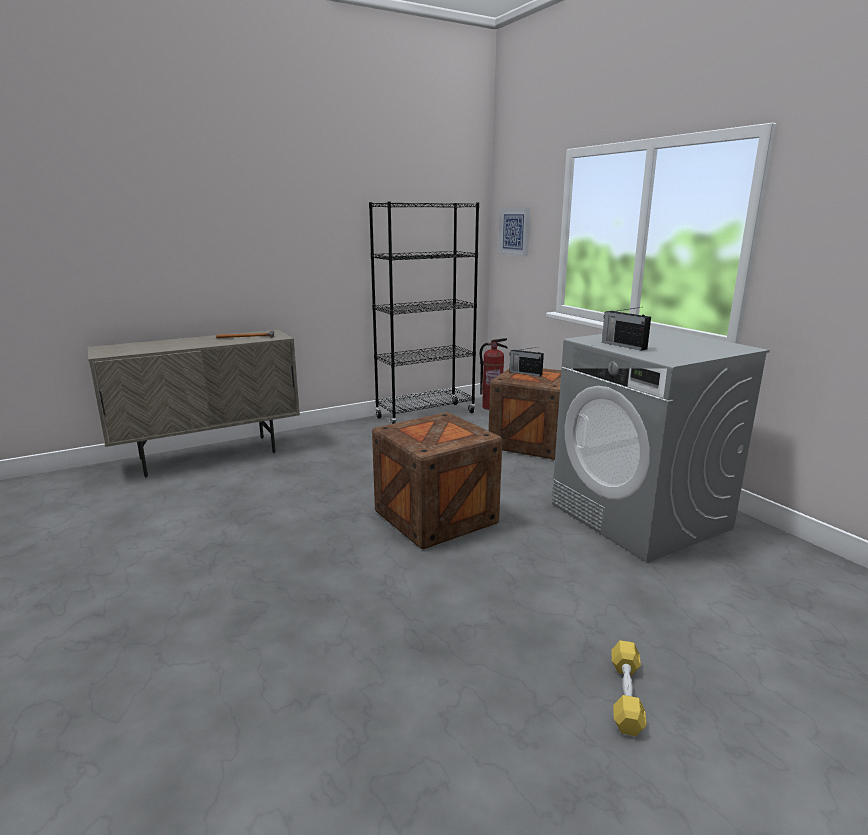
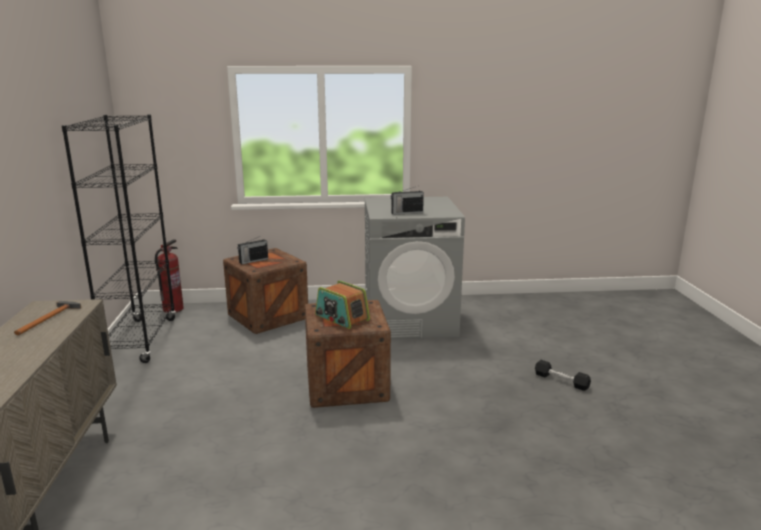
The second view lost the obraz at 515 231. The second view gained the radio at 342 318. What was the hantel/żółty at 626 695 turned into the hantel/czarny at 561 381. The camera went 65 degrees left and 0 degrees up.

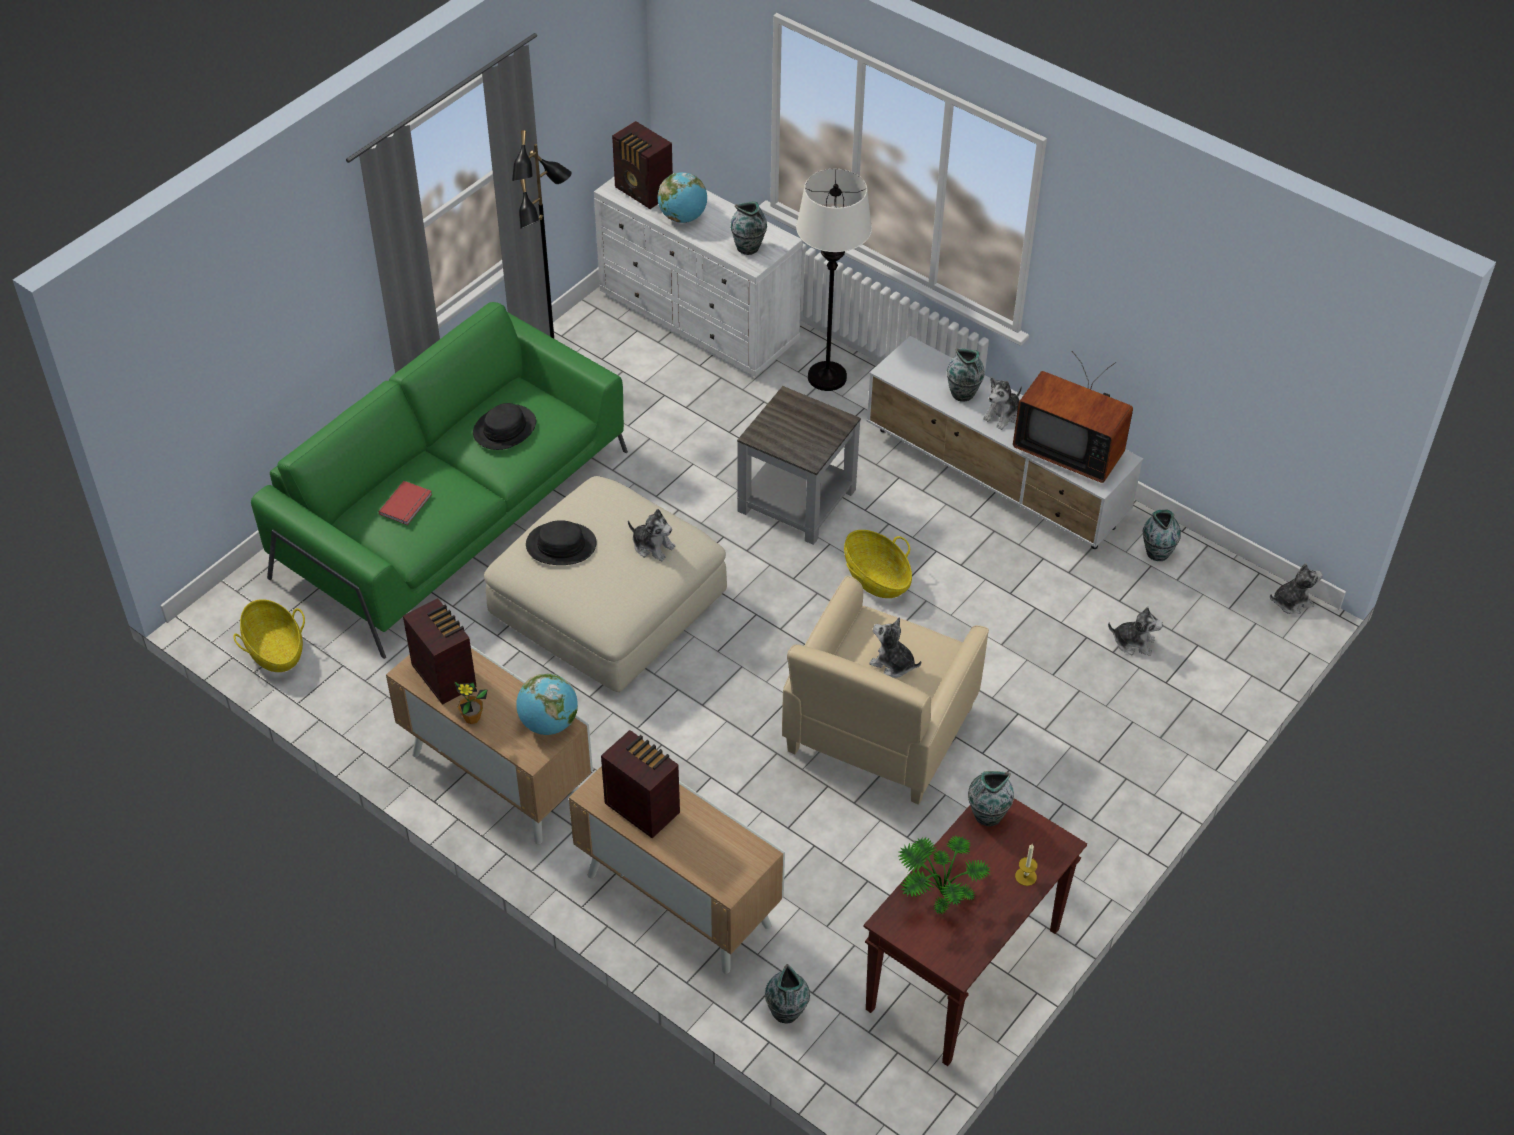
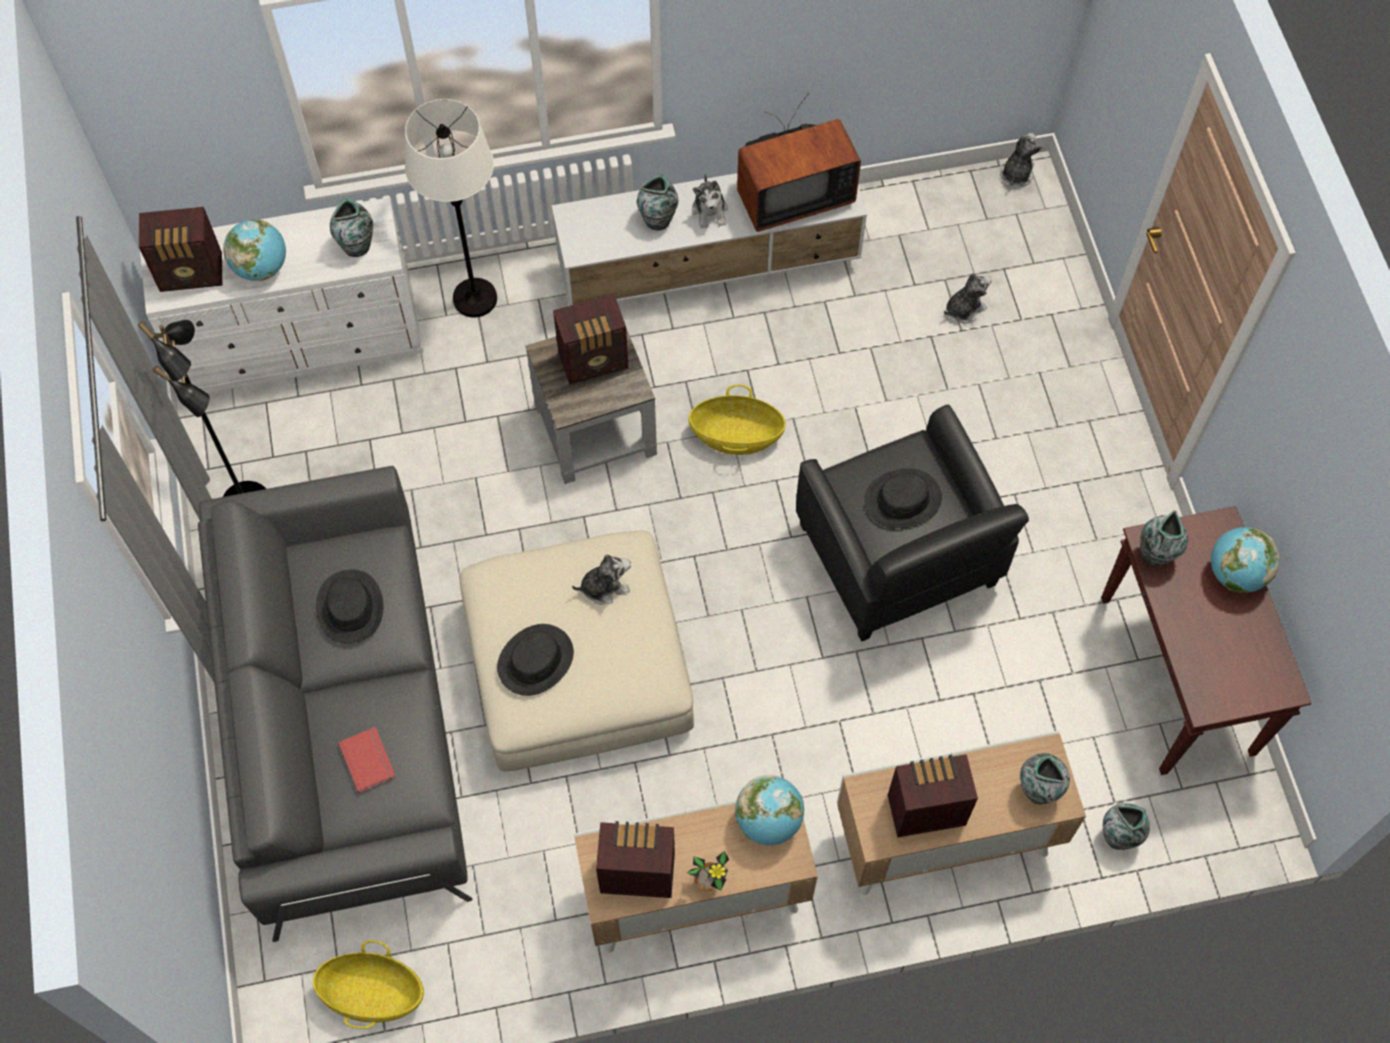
The second view lost the roślina doniczkowa at 937 891. The second view gained the radio at 595 361. The wazon ended up elsewhere, having gone from 1157 552 to 1038 789. Where the pluszak stood at 892 664, the kapelusz/czarny came to stand at 903 500. Where the świeca stood at 1025 876, the globus came to stand at 1235 573. What was the kanapa/zielony at 452 513 turned into the kanapa/szary at 345 719. What was the fotel/beżowy at 878 731 turned into the fotel/czarny at 898 557. The camera went 50 degrees left and 15 degrees up.

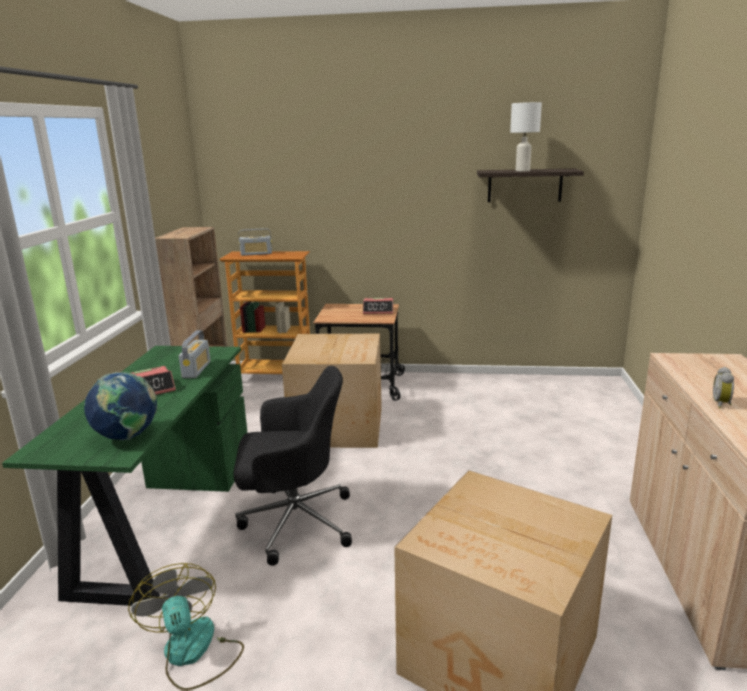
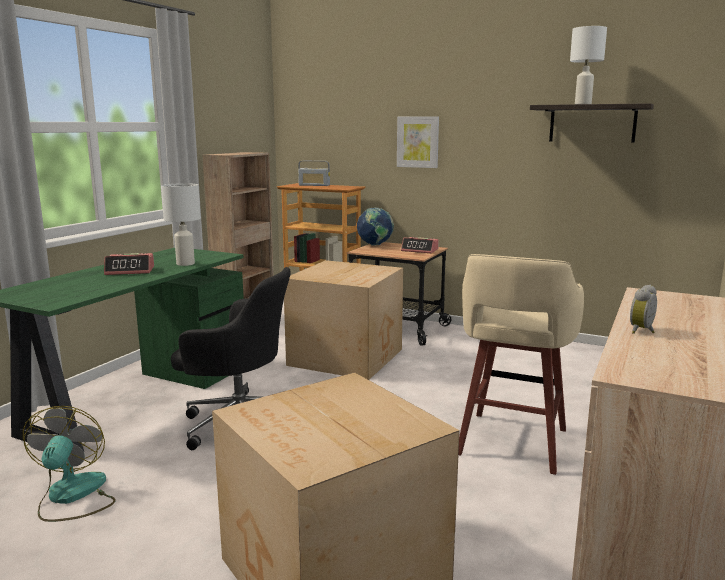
The second view gained the obraz at 418 142. The second view gained the stołek/beżowy at 511 443. The globus ended up elsewhere, having gone from 127 437 to 375 245. Where the radio stood at 196 370, the lampa stołowa/biały came to stand at 185 263. The camera went 20 degrees right and 5 degrees down.

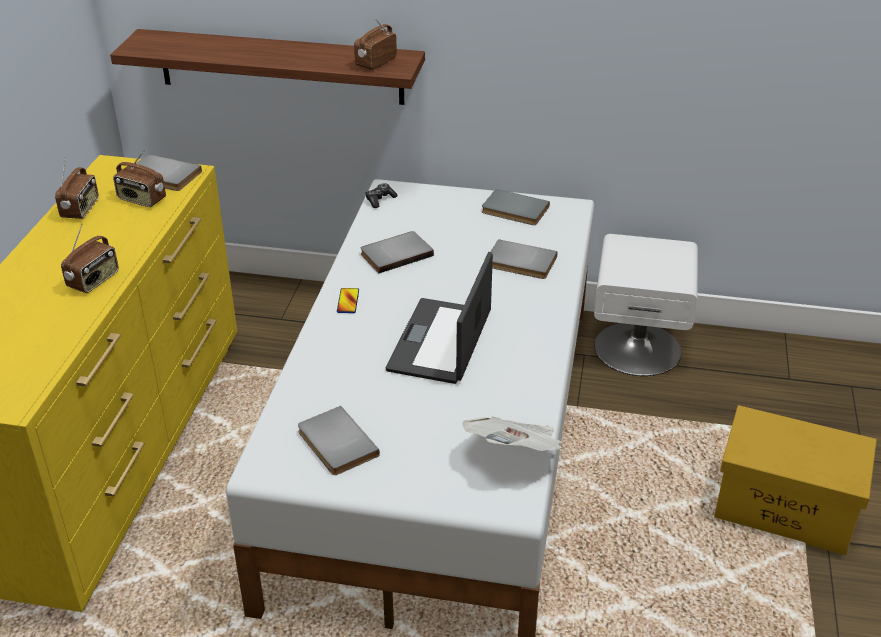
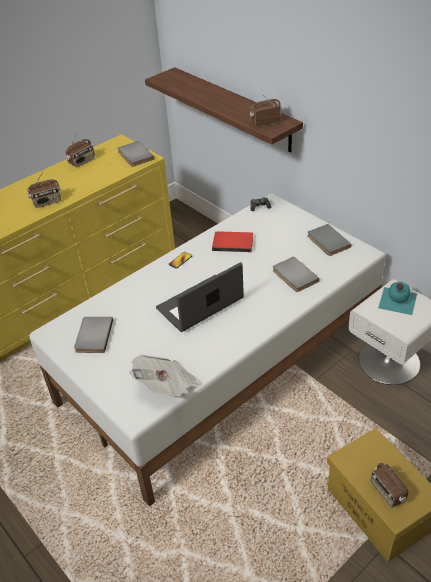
The second view gained the butelka/turkusowy at 397 301. The radio ended up elsewhere, having gone from 141 200 to 387 492. What was the książka/szary at 395 253 turned into the książka/czerwony at 233 242. The camera went 40 degrees right and 5 degrees up.

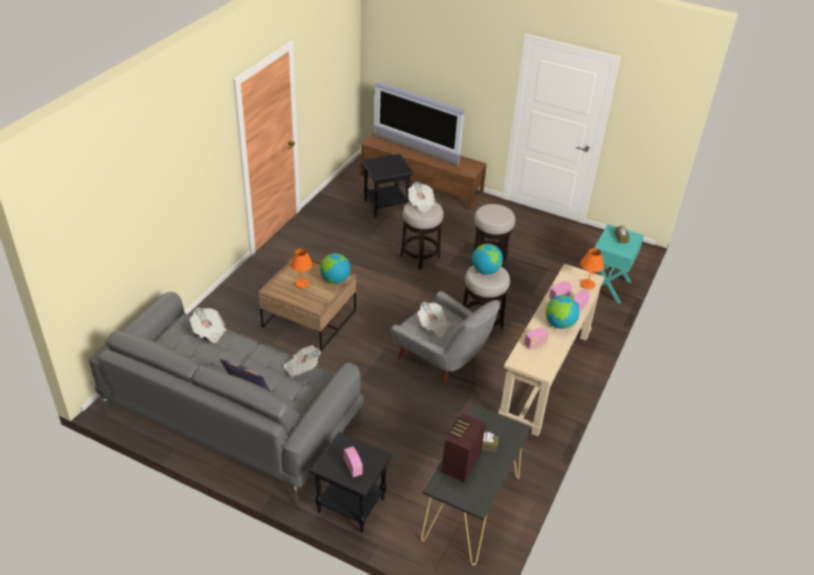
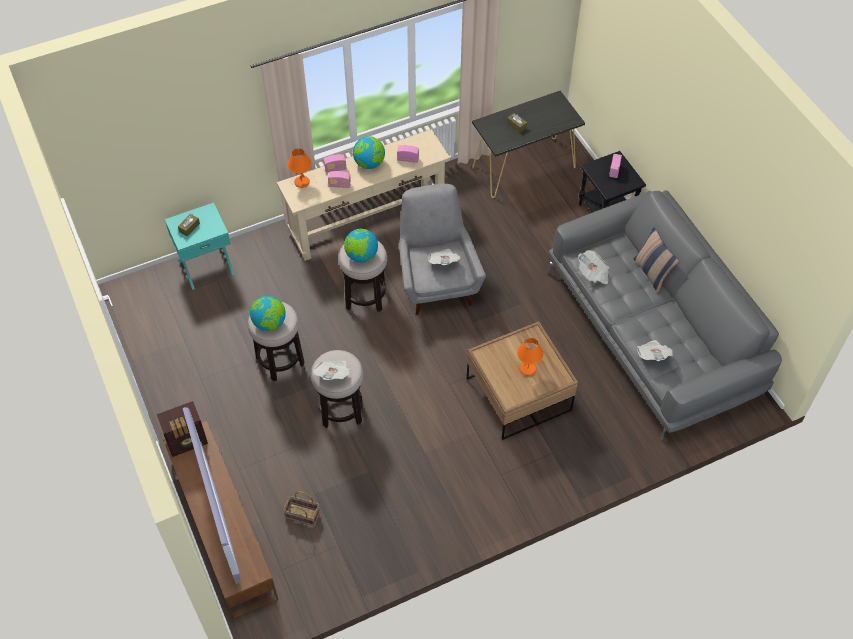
The globus ended up elsewhere, having gone from 335 280 to 269 323. The radio ended up elsewhere, having gone from 459 464 to 187 441. Where the stolik/czarny stood at 386 205, the koszyk came to stand at 301 515. The camera went 140 degrees left and 15 degrees up.

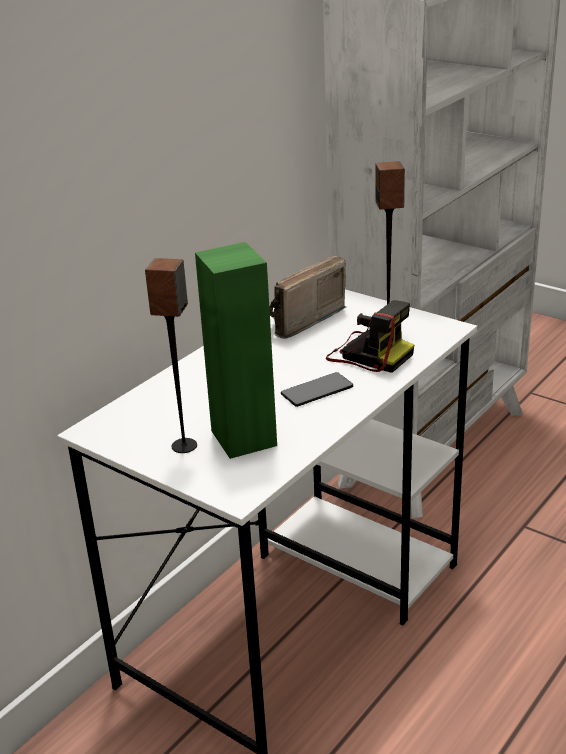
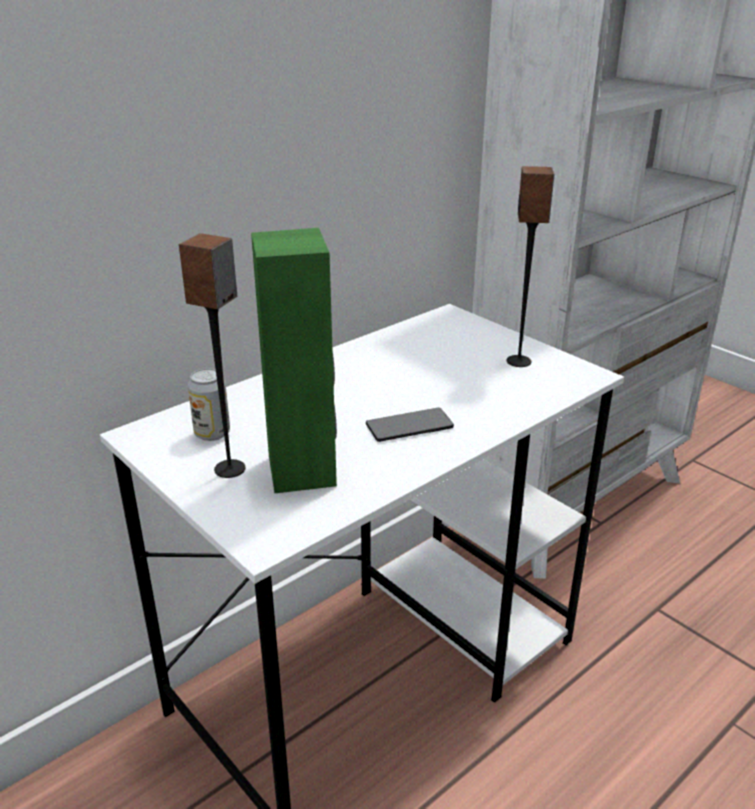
The second view lost the radio at 299 320. The second view lost the aparat fotograficzny at 368 354. The second view gained the puszka at 212 433. The camera went 10 degrees right and 0 degrees up.

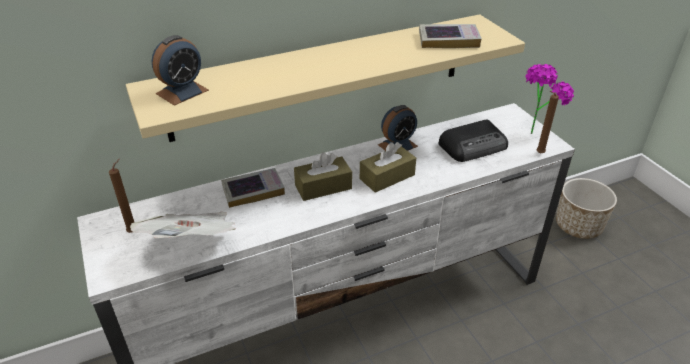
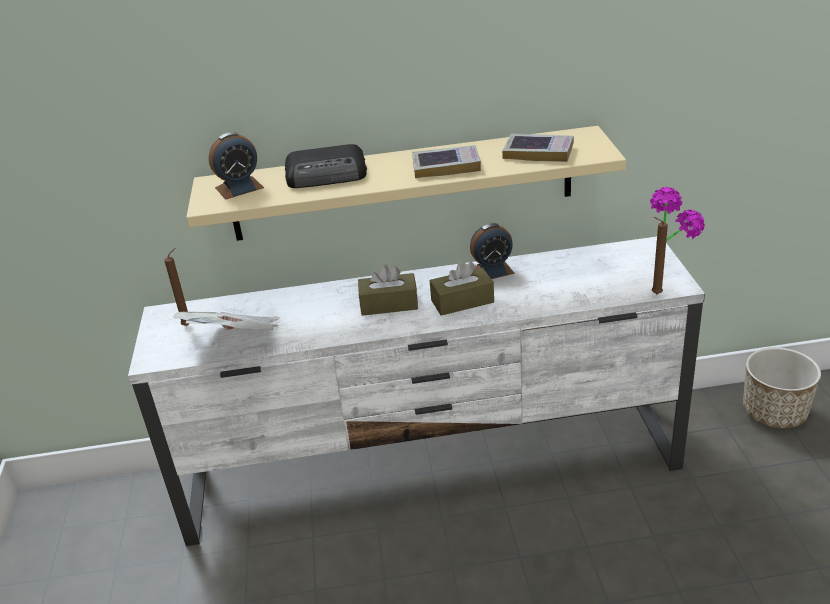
The książka ended up elsewhere, having gone from 253 191 to 446 166. The radio ended up elsewhere, having gone from 474 146 to 328 175. The camera went 20 degrees right and 5 degrees down.

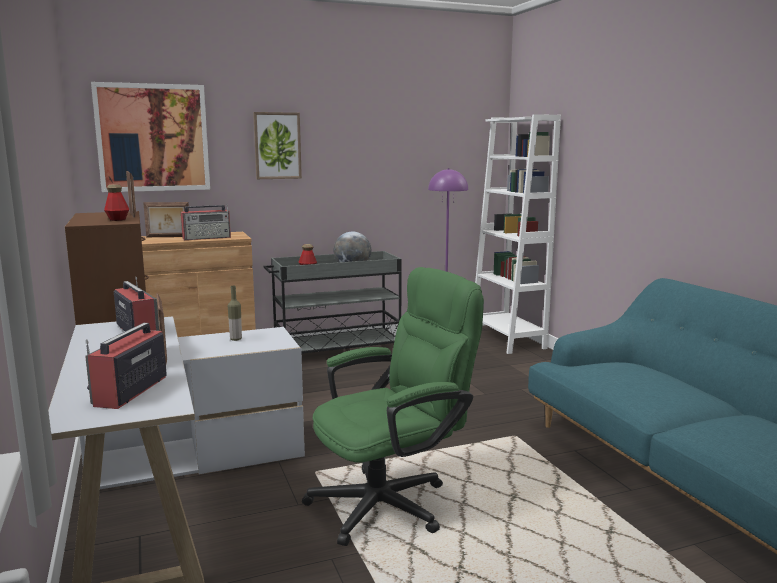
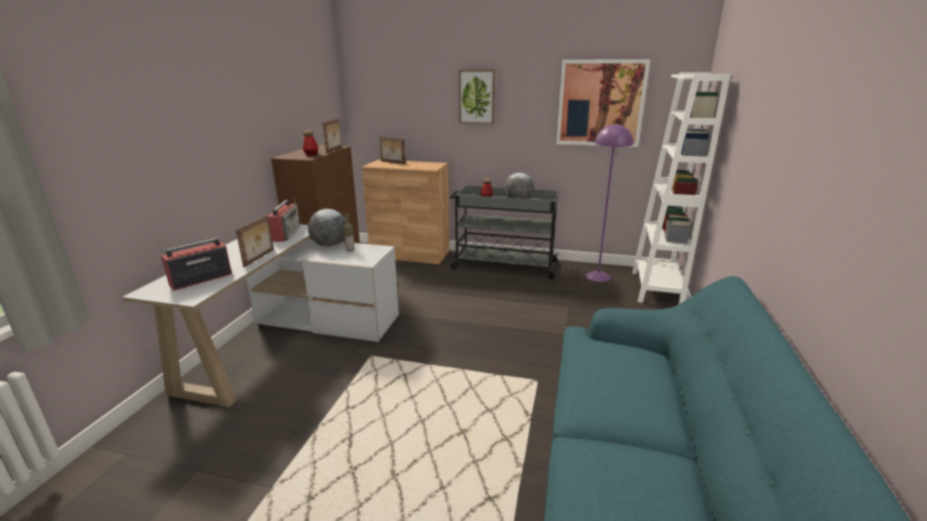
The second view lost the radio at 207 238. The second view lost the krzesło biurowe/zielony at 392 502. The second view gained the globus at 330 245. The obraz ended up elsewhere, having gone from 153 138 to 600 103. The camera went 35 degrees right and 10 degrees up.

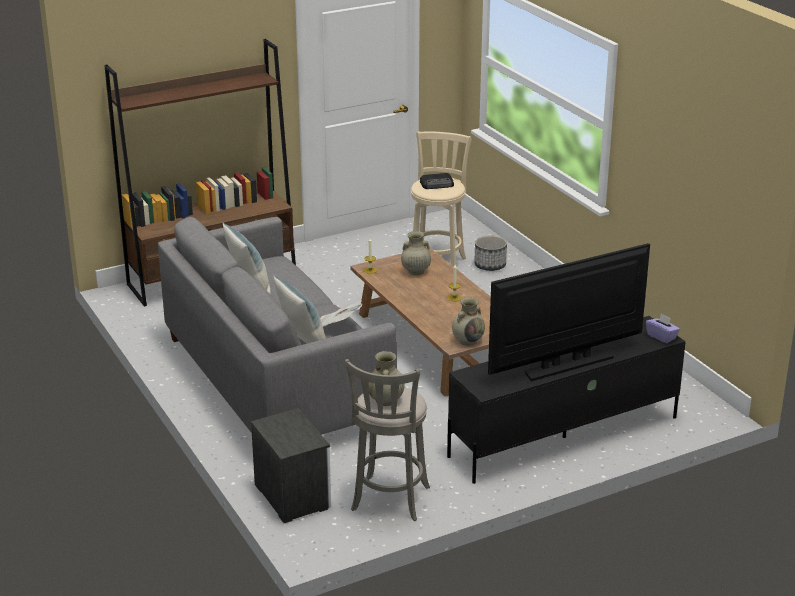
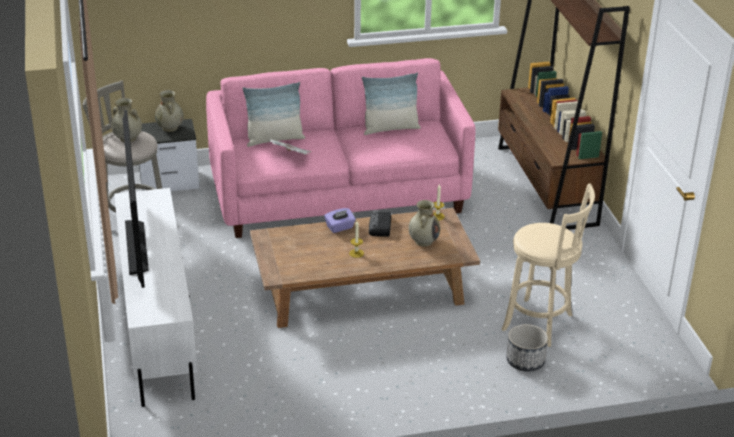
The radio ended up elsewhere, having gone from 437 184 to 380 227. The wazon/beżowy ended up elsewhere, having gone from 468 341 to 170 128. The pudełko chusteczek/fioletowy ended up elsewhere, having gone from 661 337 to 340 227. What was the kanapa/szary at 275 380 turned into the kanapa/różowy at 339 195. What was the szafka pod telewizor/czarny at 562 437 turned into the szafka pod telewizor/biały at 158 325. The camera went 105 degrees right and 5 degrees up.

